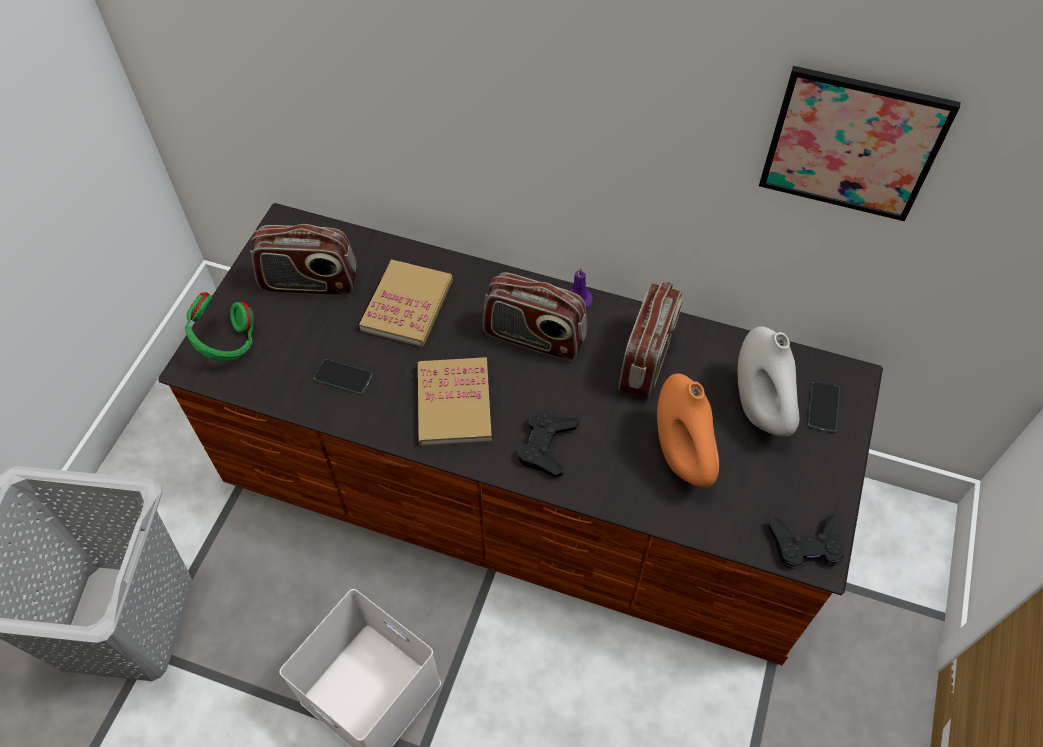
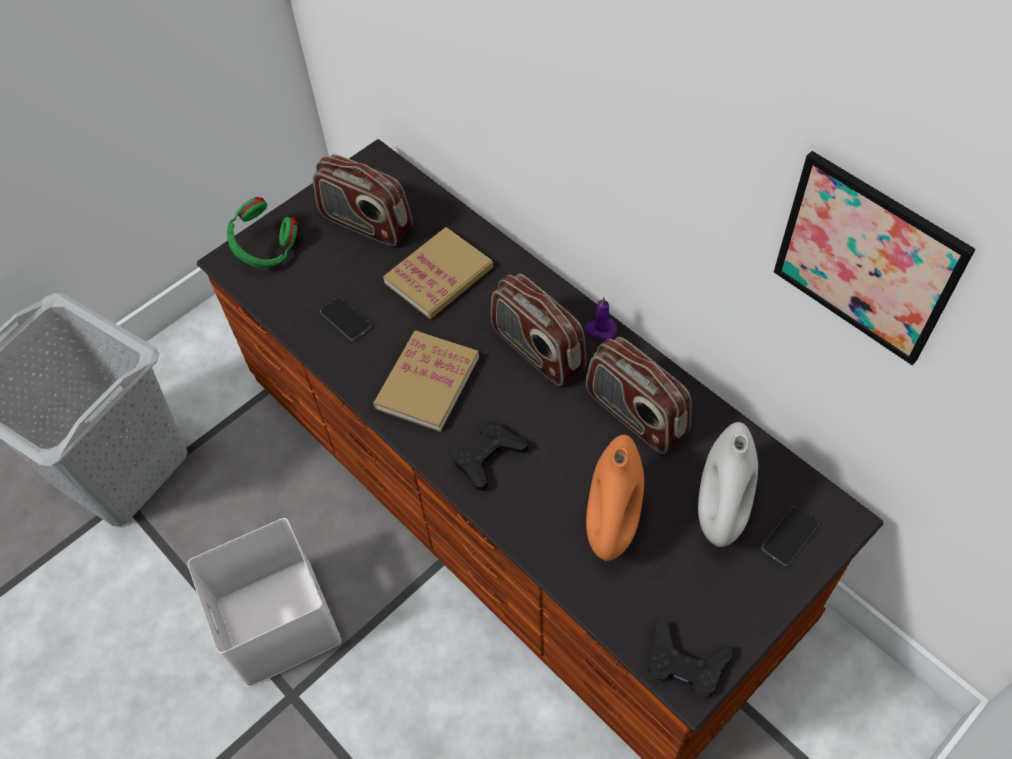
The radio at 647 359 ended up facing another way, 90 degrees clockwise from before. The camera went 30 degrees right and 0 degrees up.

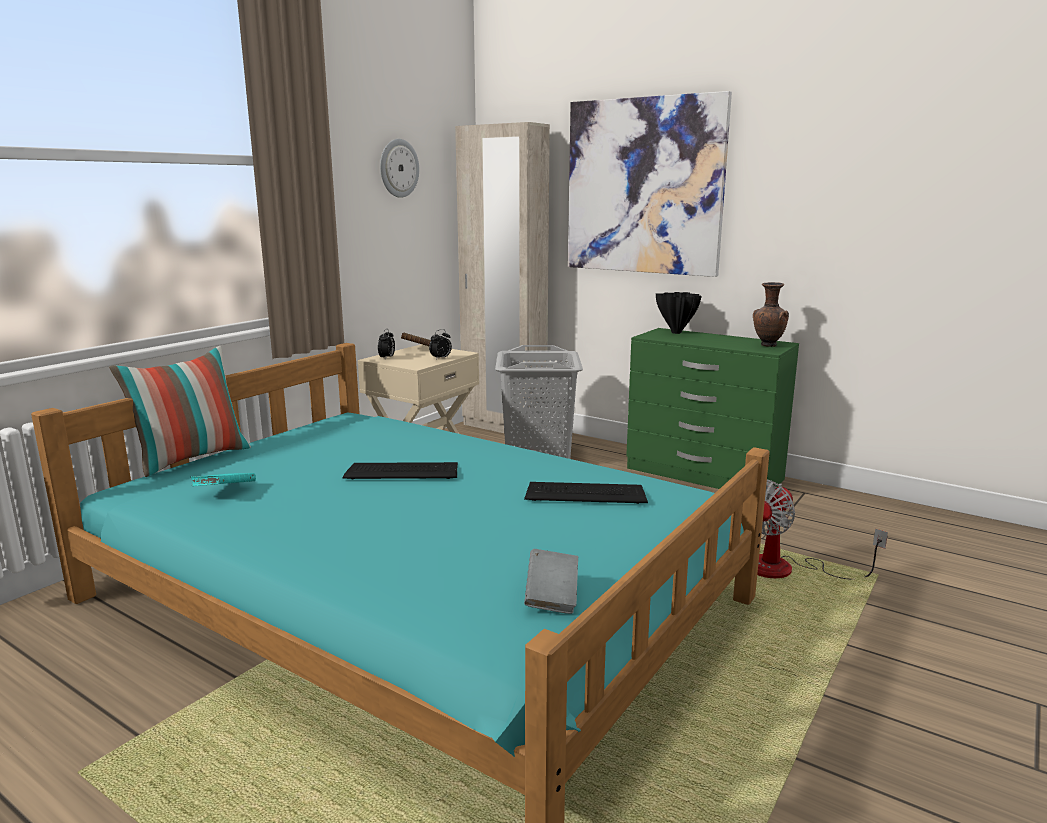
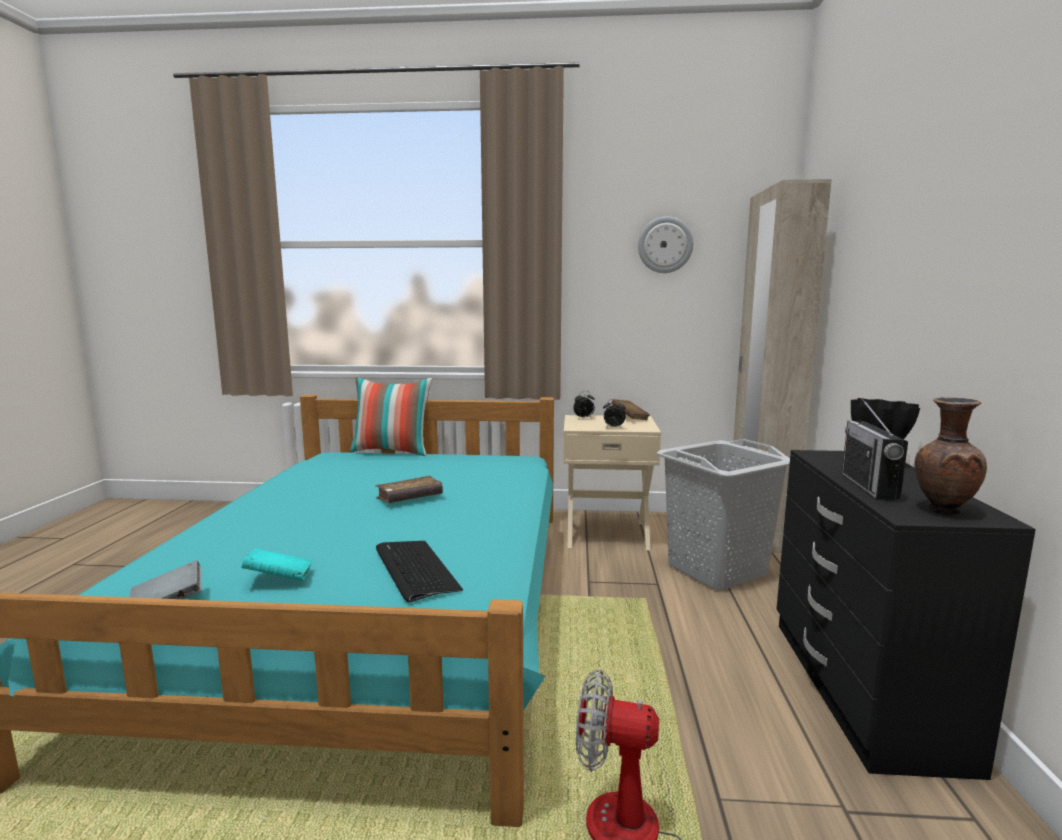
The second view lost the obraz at 644 187. The second view gained the radio at 869 486. The książka/turkusowy ended up elsewhere, having gone from 225 492 to 279 580. Where the klawiatura stood at 402 472, the książka/brązowy came to stand at 409 498. What was the komoda/zielony at 704 474 turned into the komoda/czarny at 861 689. The camera went 60 degrees right and 5 degrees down.

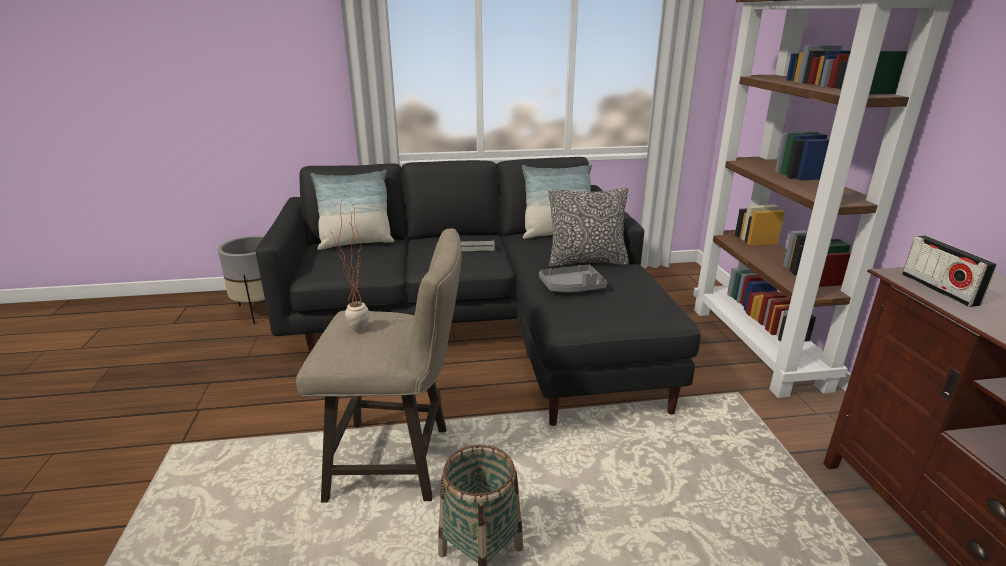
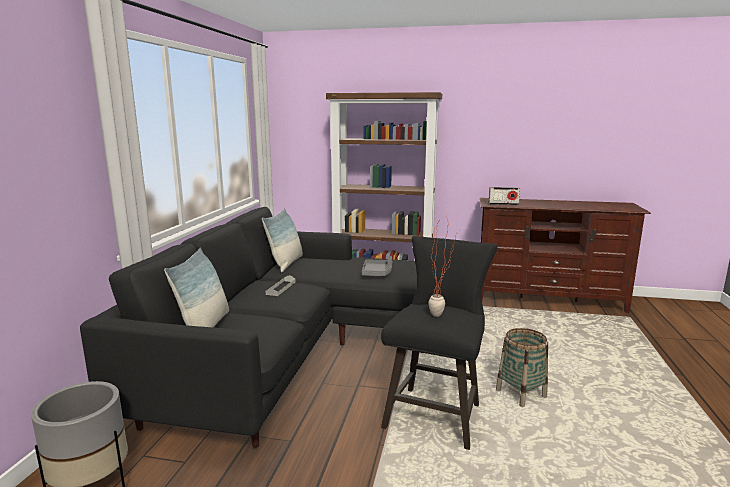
The second view lost the poduszka at 586 261. What was the stołek/beżowy at 400 462 turned into the stołek/czarny at 436 412. The camera went 70 degrees left and 10 degrees down.

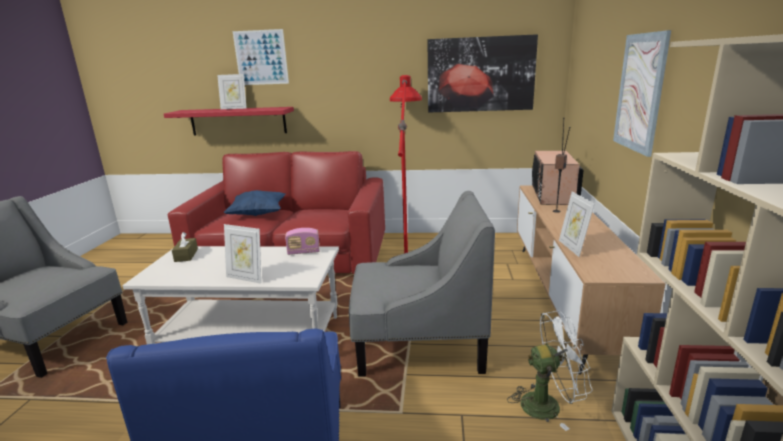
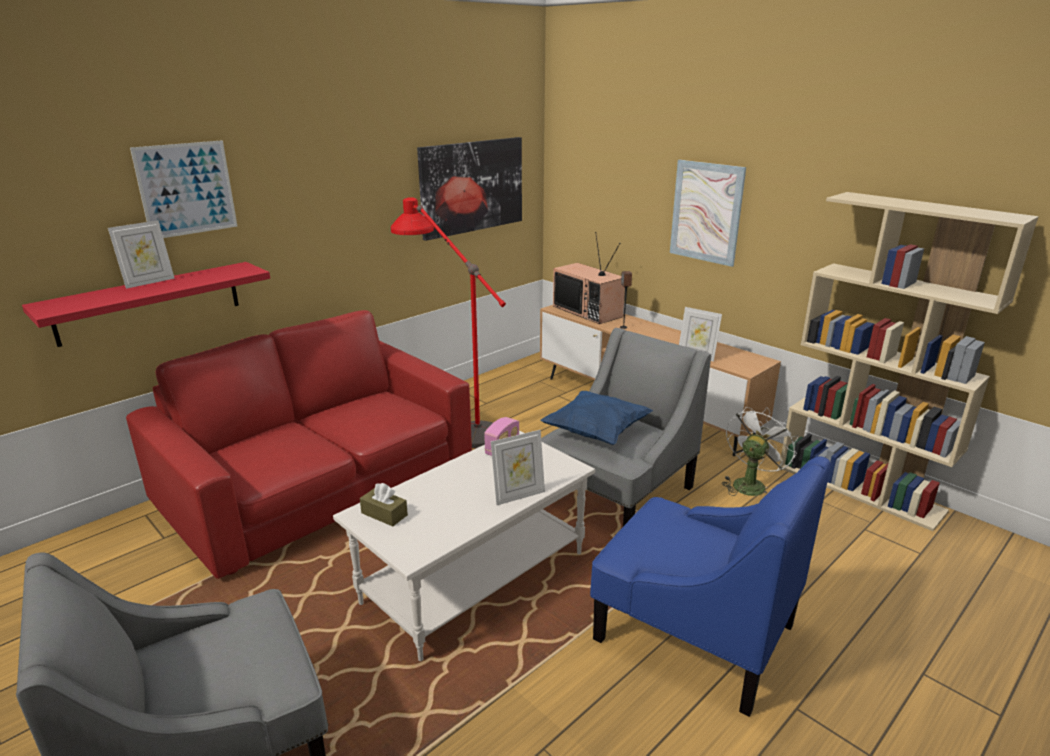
The poduszka/niebieski ended up elsewhere, having gone from 258 214 to 596 432. The camera went 50 degrees left and 5 degrees up.

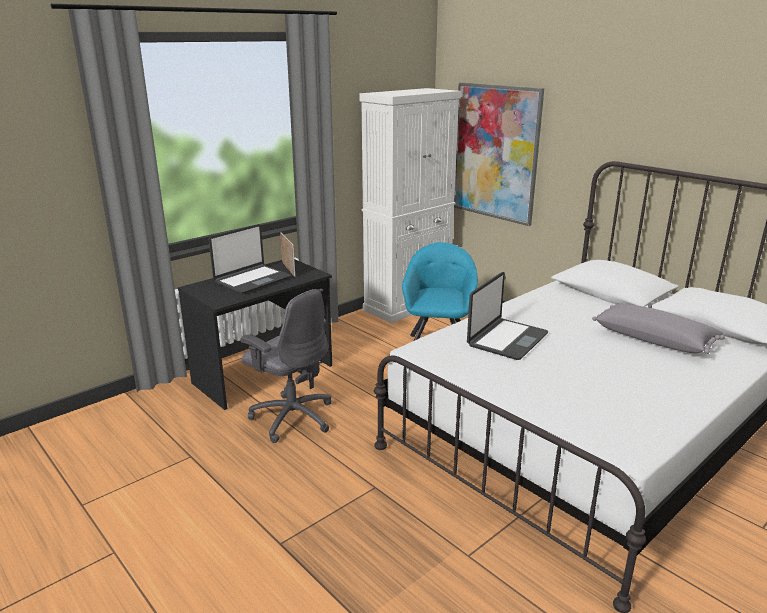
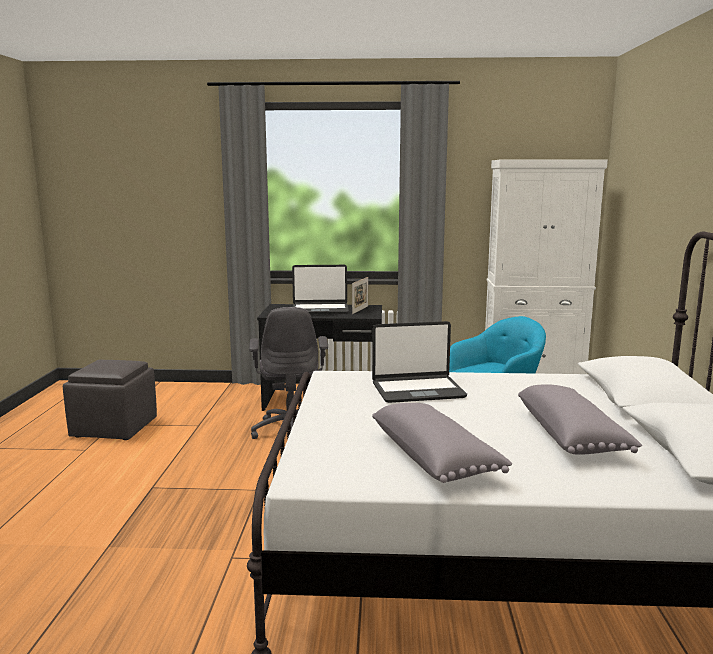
The second view lost the obraz at 495 153. The second view gained the pufa/szary at 113 428. The second view gained the poduszka/szary at 435 458. The camera went 45 degrees right and 10 degrees down.

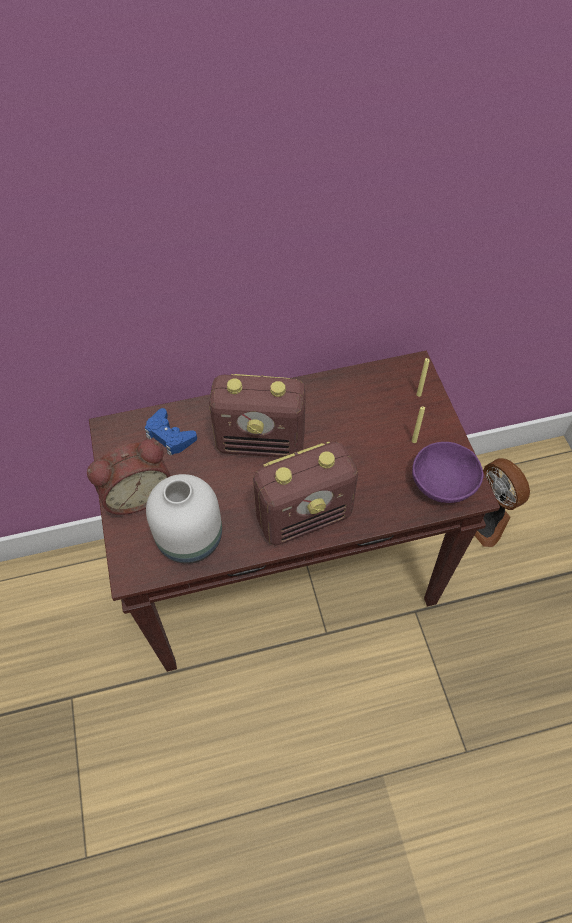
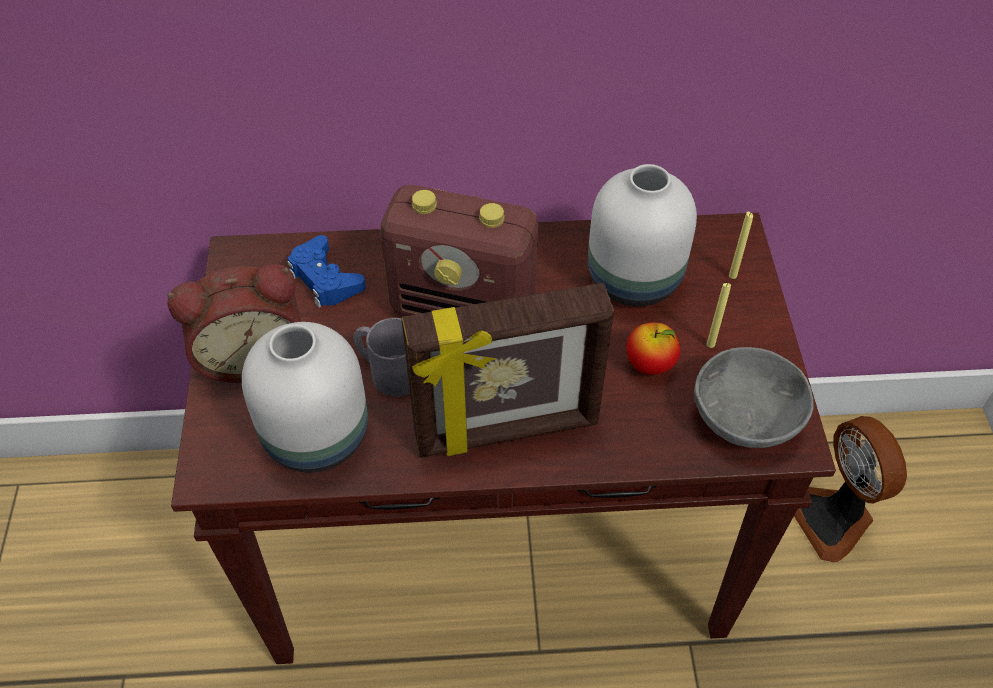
The second view gained the kubek/szary at 388 371. The second view gained the wazon/biały at 636 280. The second view gained the jabłko at 650 365. Where the radio stood at 305 516, the ramka na zdjęcie came to stand at 507 432. What was the miska/fioletowy at 443 485 turned into the miska/szary at 745 420. The camera went 10 degrees right and 5 degrees down.

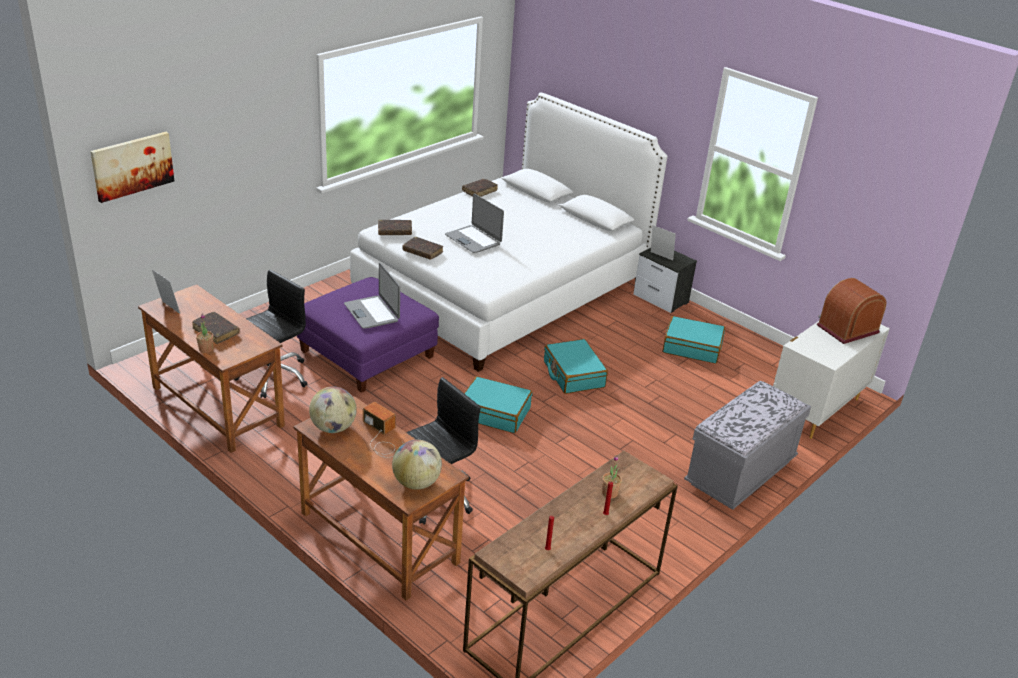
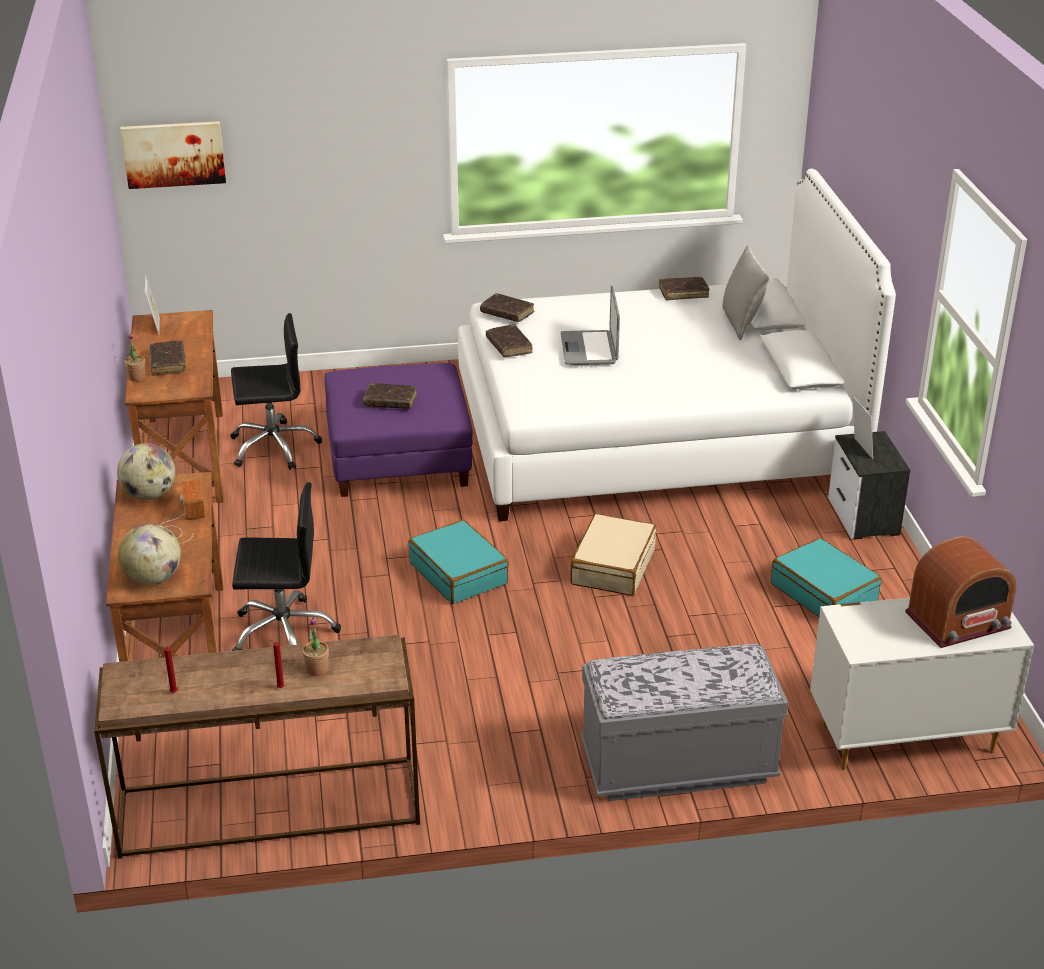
The second view gained the poduszka/szary at 741 323. Where the laptop stood at 372 313, the książka/brązowy came to stand at 390 401. What was the walizka/turkusowy at 573 374 turned into the walizka/beżowy at 612 566. The radio at 847 328 ended up facing another way, 150 degrees clockwise from before. The camera went 40 degrees right and 0 degrees up.

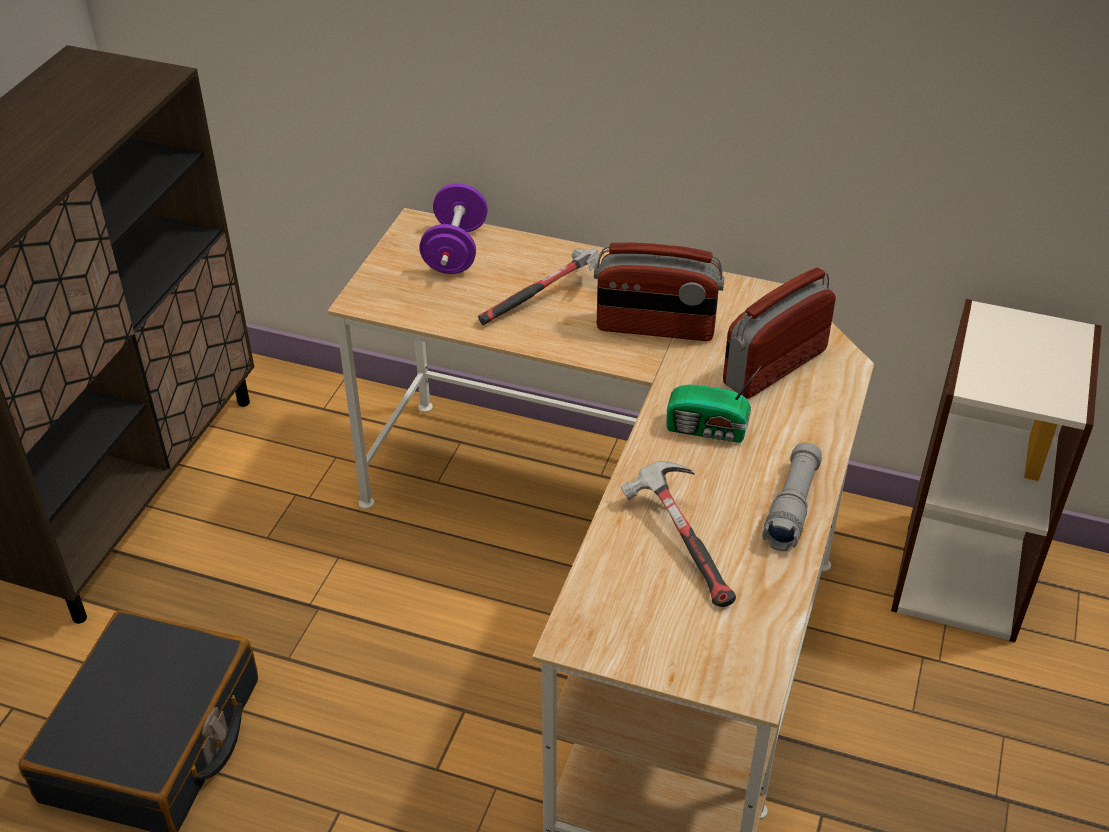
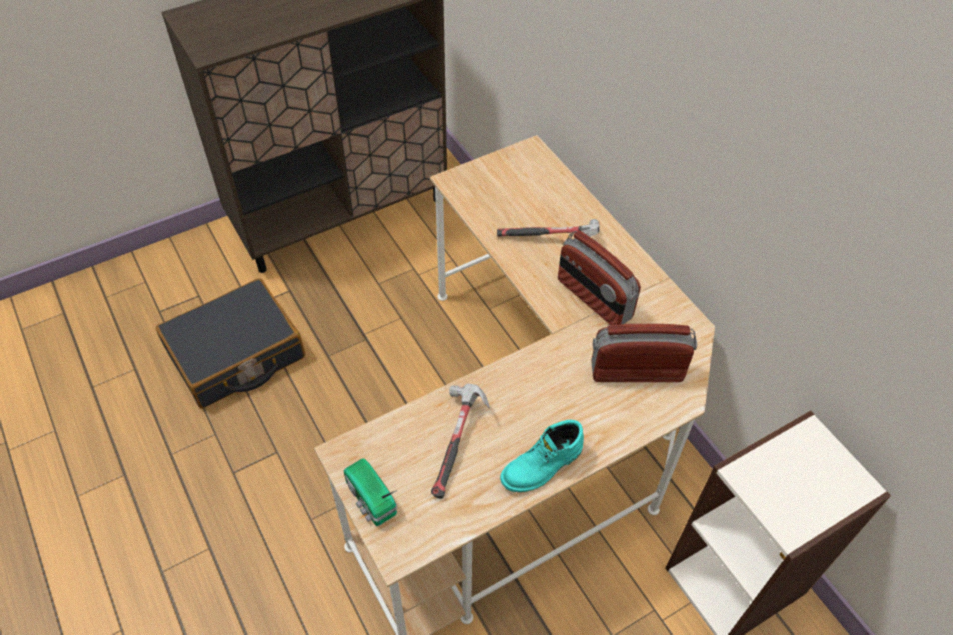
The second view lost the hantel/fioletowy at 455 251. The radio ended up elsewhere, having gone from 708 430 to 370 500. Where the latarka/szary stood at 792 506, the but z cholewką/turkusowy came to stand at 542 467. The camera went 40 degrees right and 10 degrees up.

